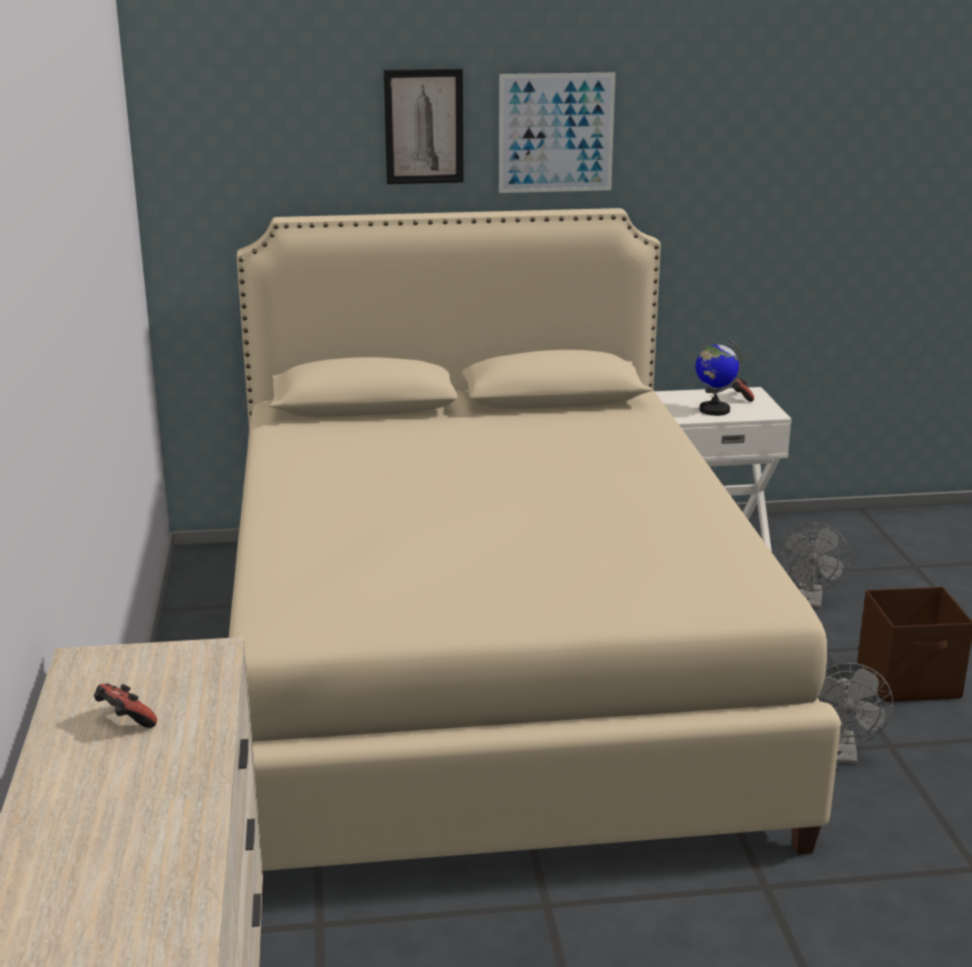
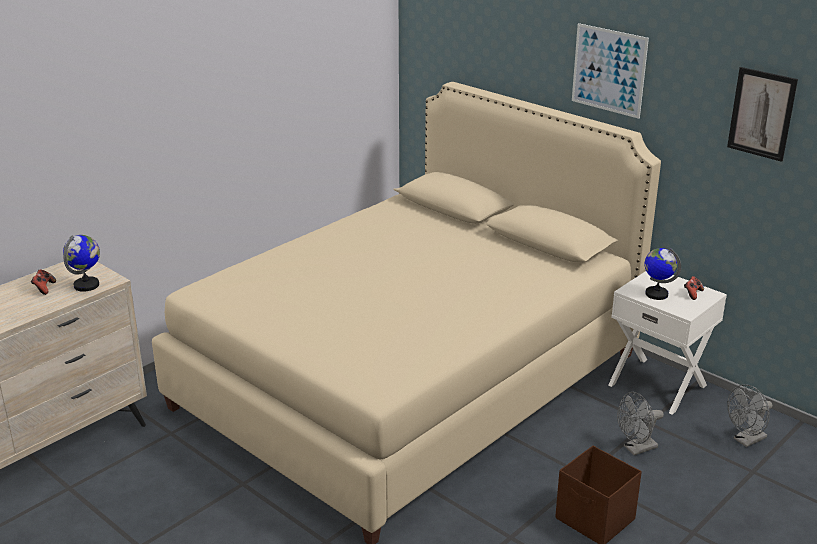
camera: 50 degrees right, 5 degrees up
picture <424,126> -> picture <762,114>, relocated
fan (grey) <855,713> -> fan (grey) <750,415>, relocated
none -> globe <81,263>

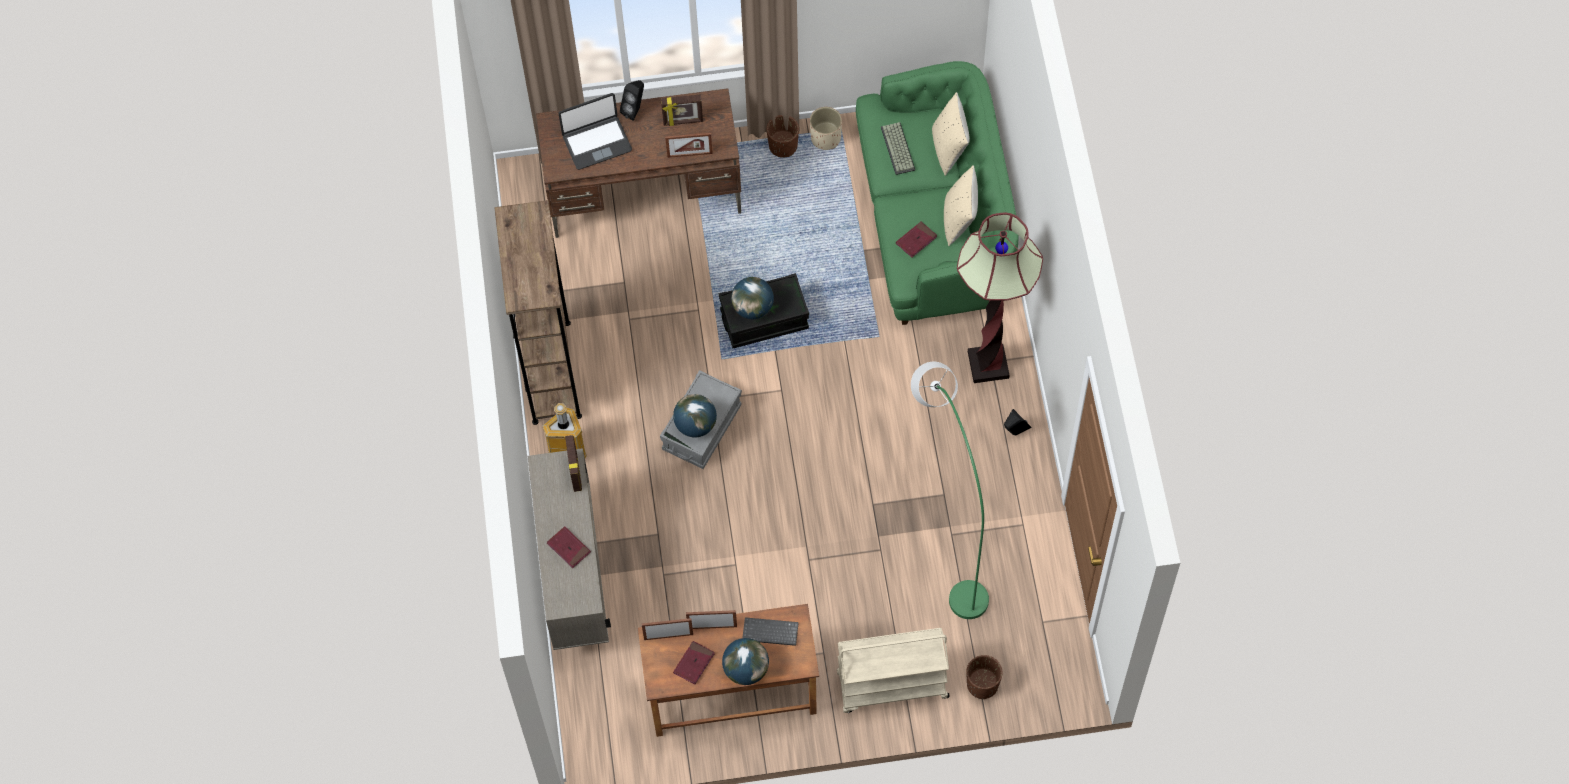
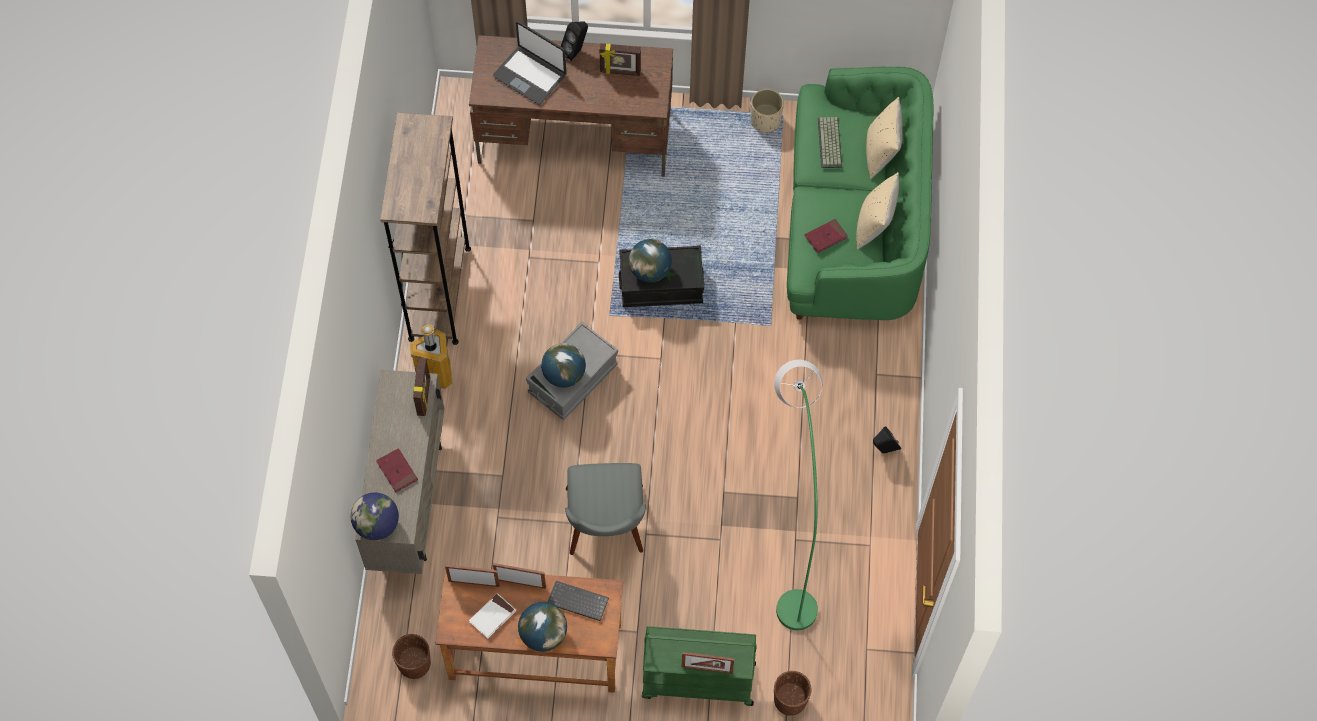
camera: 10 degrees right, 0 degrees up
laptop <595,131> -> laptop <529,63>, 45 degrees clockwise
planter (brown) <782,136> -> planter (brown) <411,656>, relocated
picture frame <689,145> -> picture frame <707,663>, relocated
floor lamp <1000,297> -> none
cart (beige) <893,670> -> cart (green) <699,666>
book (red) <694,662> -> book (white) <492,616>
none -> chair (grey) <605,509>
none -> globe <375,516>

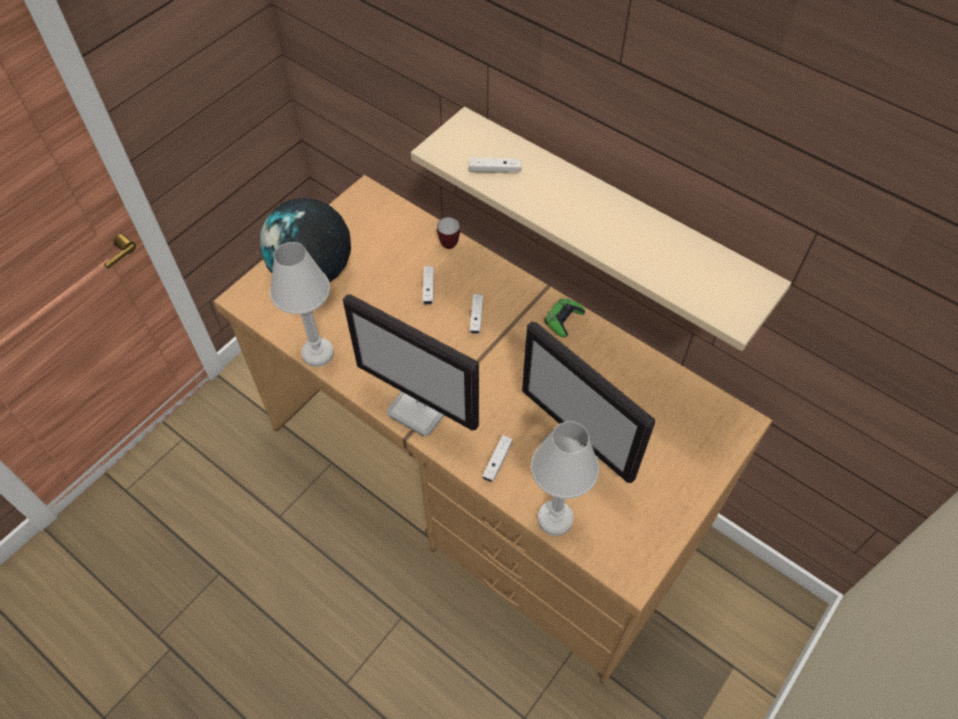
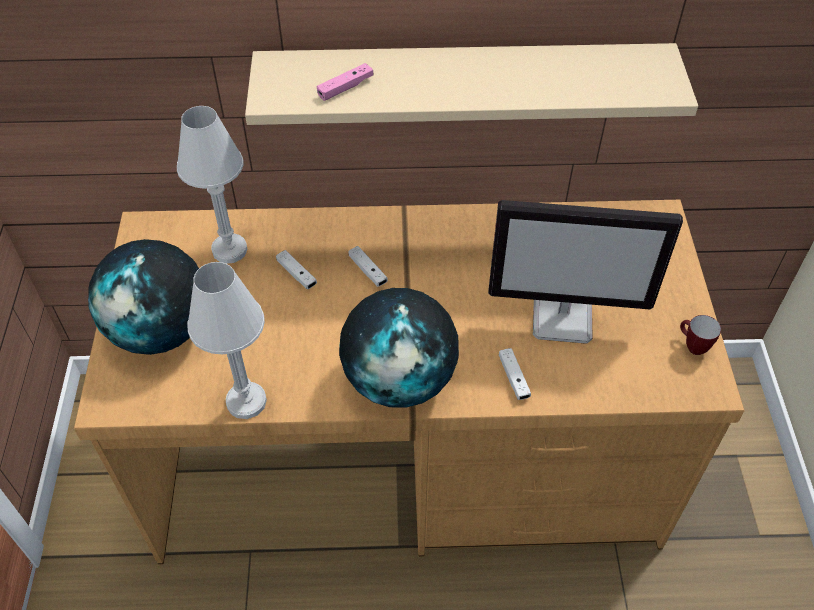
camera: 40 degrees left, 5 degrees down
game controller (white) <495,165> -> game controller (pink) <345,82>
mug <448,233> -> mug <700,335>, relocated
monitor <411,365> -> globe <399,348>
game controller (green) <565,318> -> none
table lamp (white) <565,478> -> table lamp (white) <212,185>, relocated

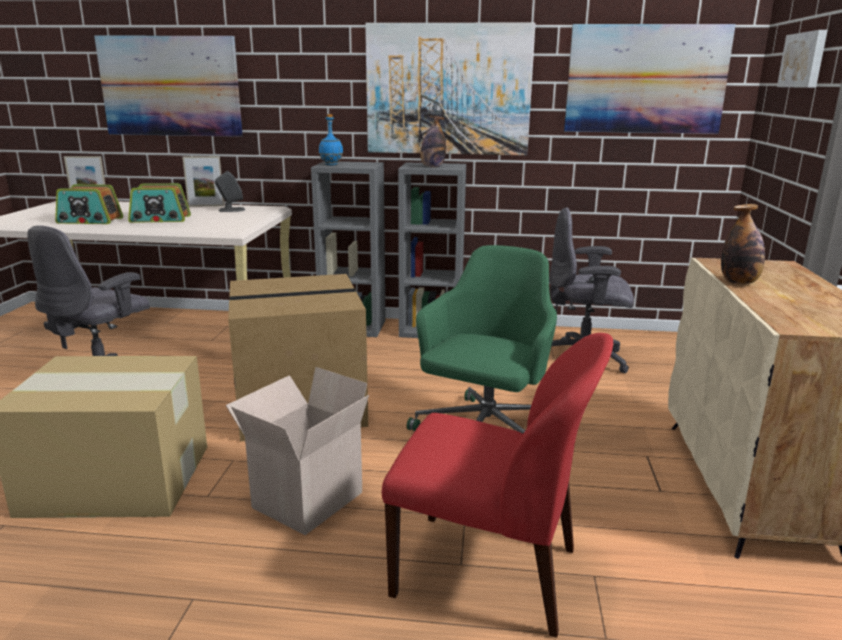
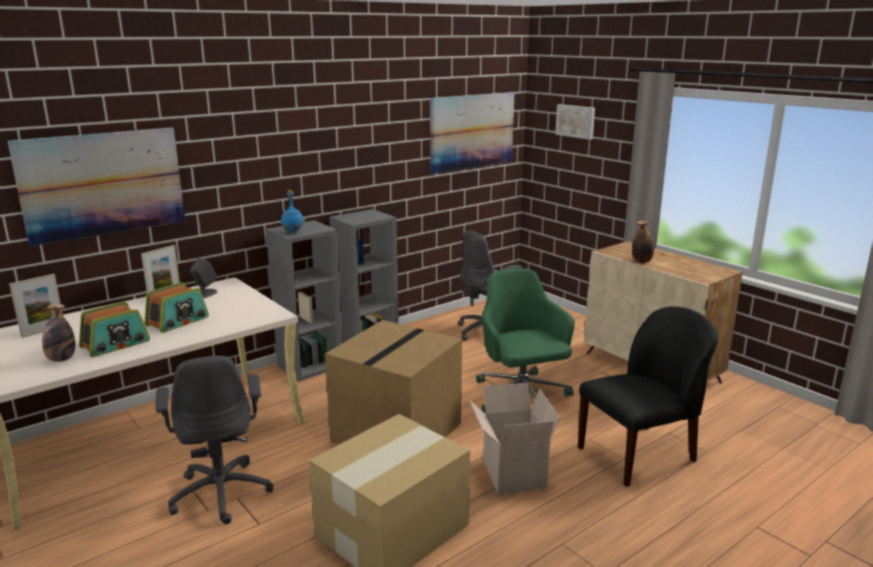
camera: 45 degrees left, 0 degrees up
picture <450,89> -> none
bottle <433,141> -> bottle <58,333>, relocated
chair (red) <497,485> -> chair (black) <648,396>

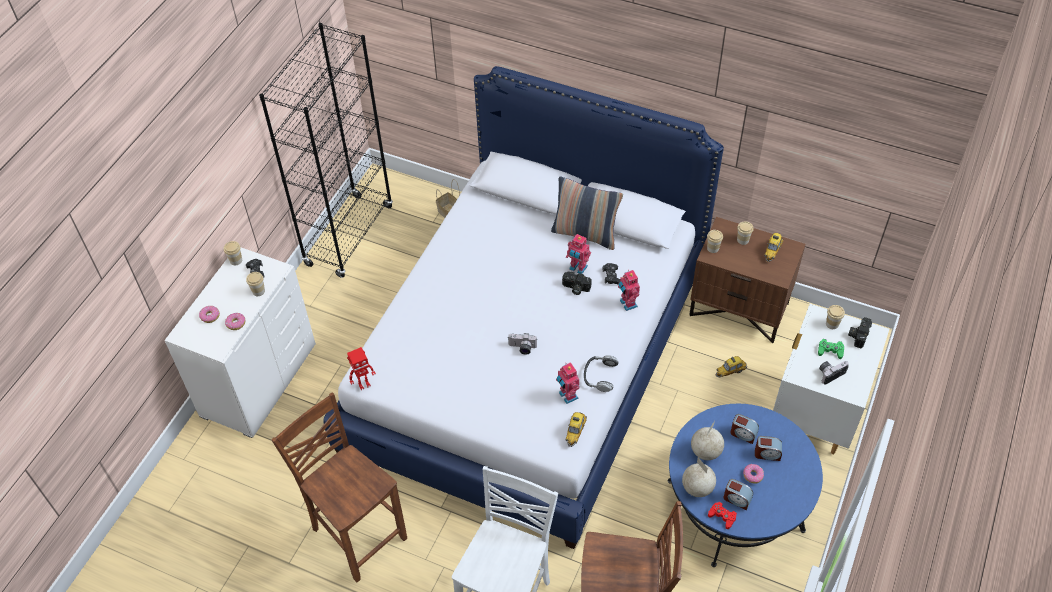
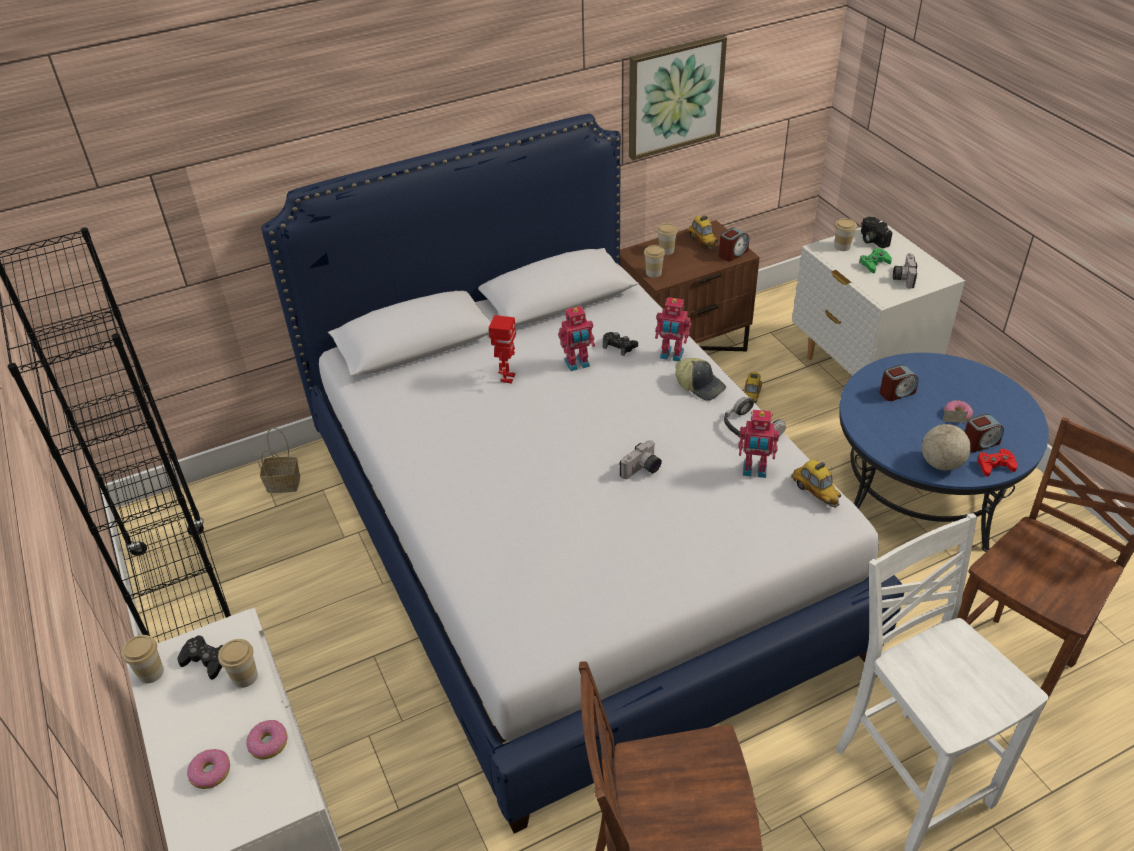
camera: 50 degrees left, 10 degrees down
pillow <587,213> -> none
photo camera <577,283> -> none
toy robot <361,368> -> toy robot <502,349>, relocated
globe <707,440> -> none
alarm clock <768,448> -> alarm clock <734,244>, relocated
none -> picture <678,97>
none -> cap <700,379>

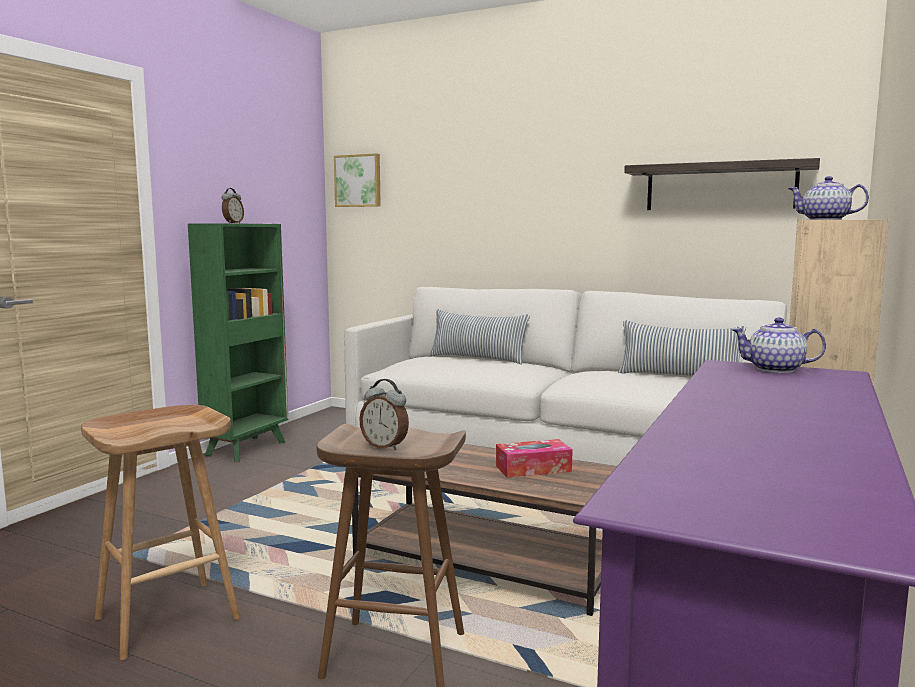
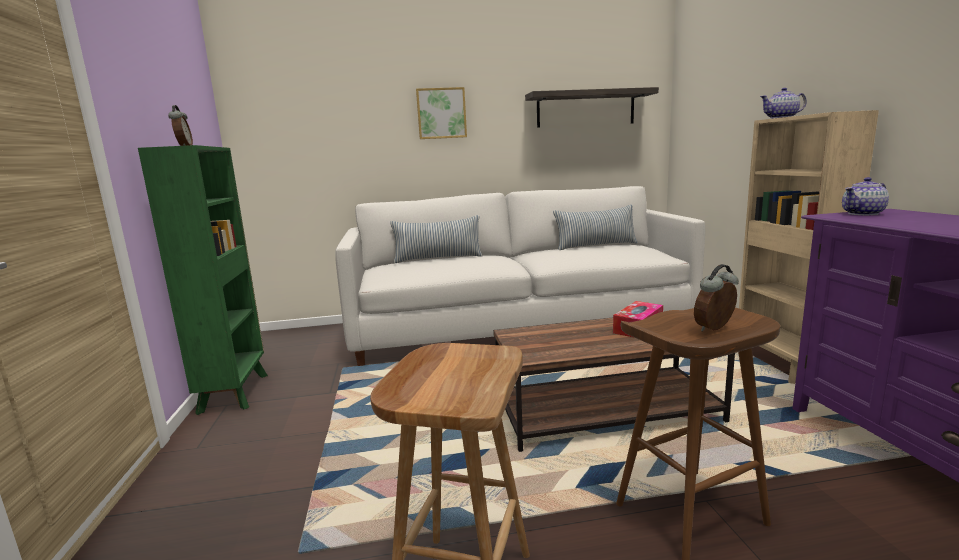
camera: 35 degrees left, 5 degrees up
picture <357,180> -> picture <441,113>, relocated
alarm clock <384,414> -> alarm clock <716,298>, 150 degrees clockwise

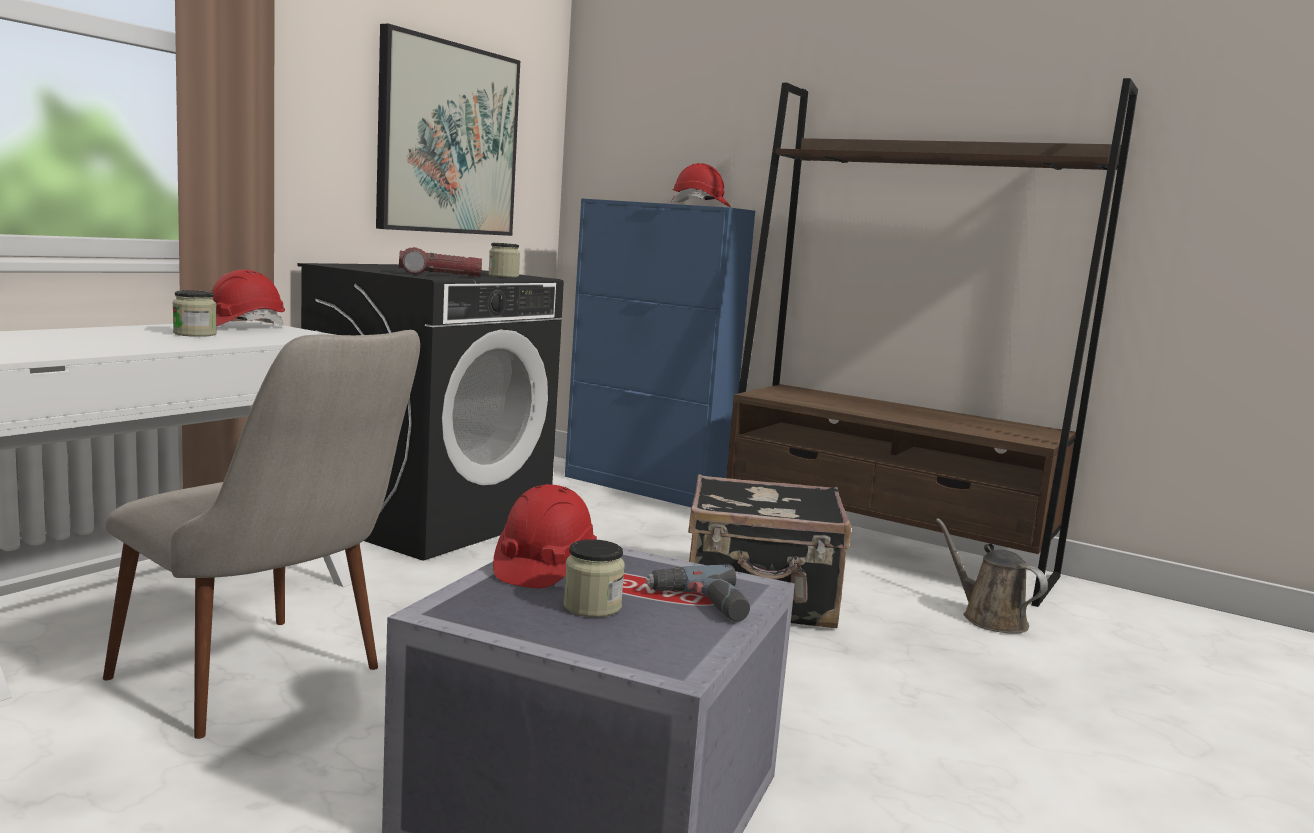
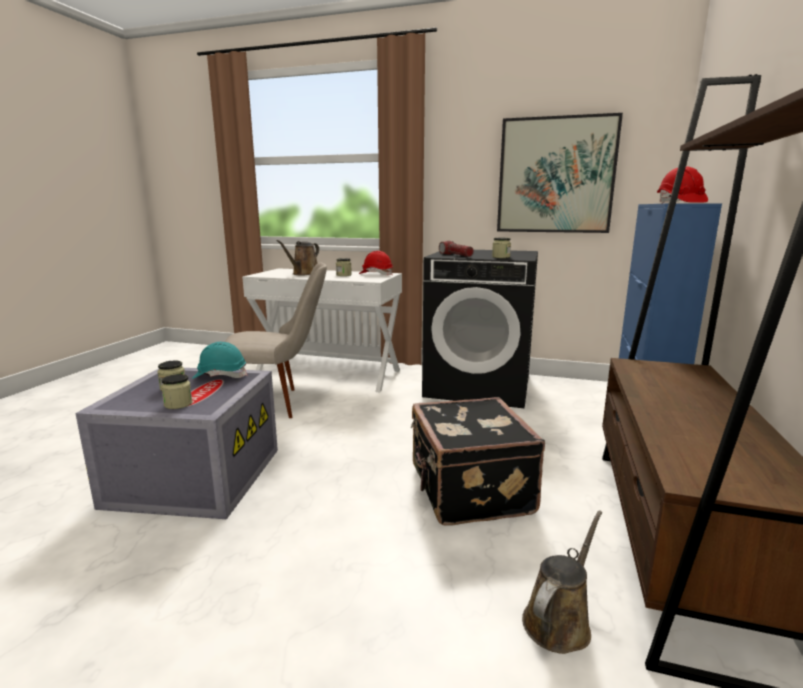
camera: 75 degrees right, 5 degrees up
chair (beige) <261,534> -> chair (beige) <276,340>, 120 degrees counterclockwise
hard hat (red) <545,536> -> hard hat (turquoise) <220,360>
power drill <697,593> -> jar <177,391>
none -> watering can (brown) <298,257>

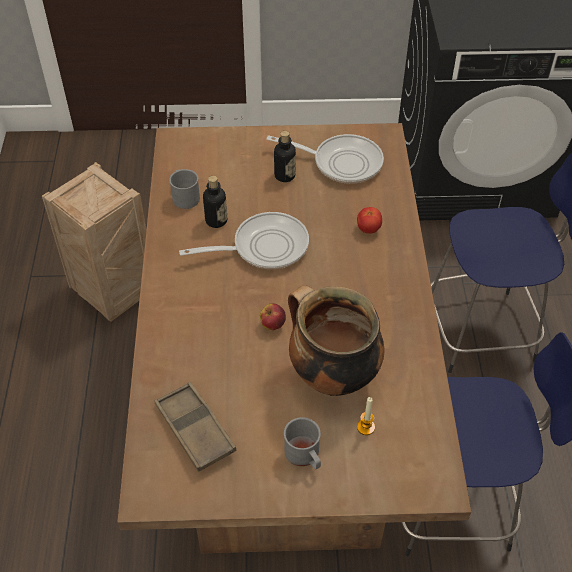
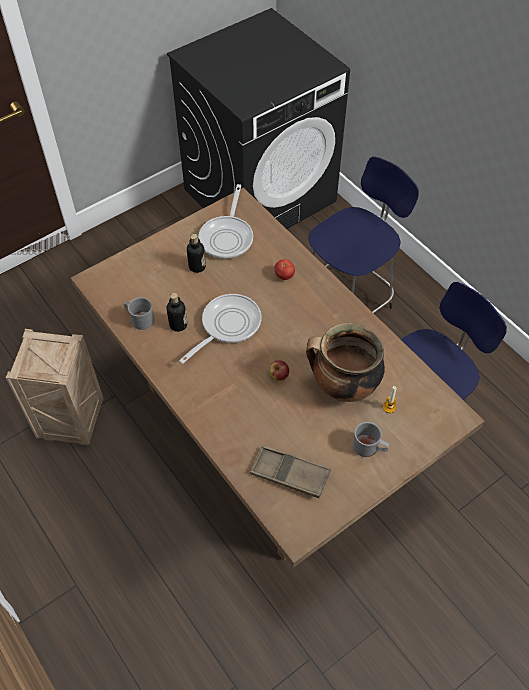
camera: 35 degrees left, 5 degrees up
frying pan <325,159> -> frying pan <225,221>, 120 degrees clockwise

